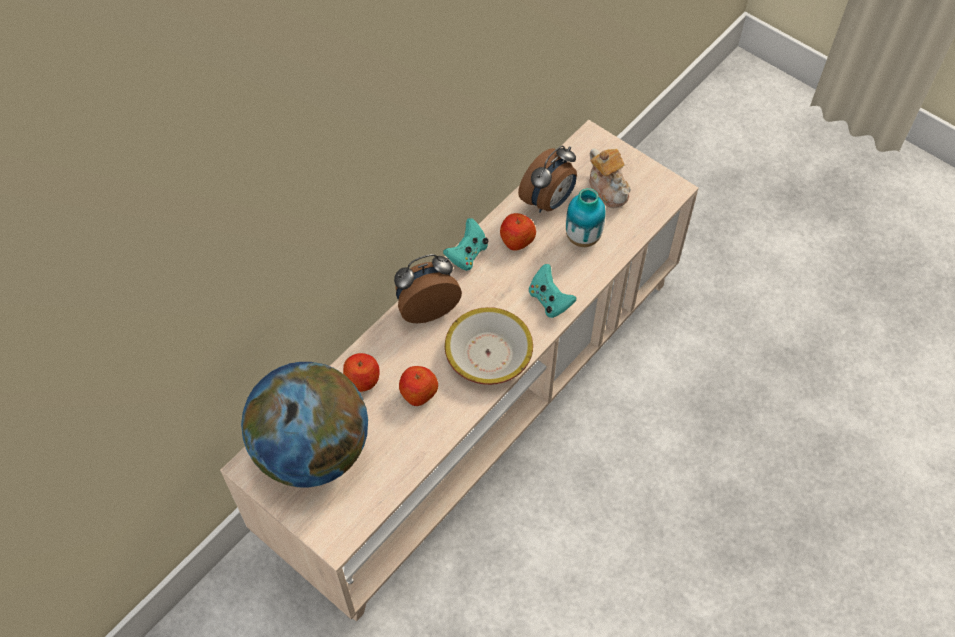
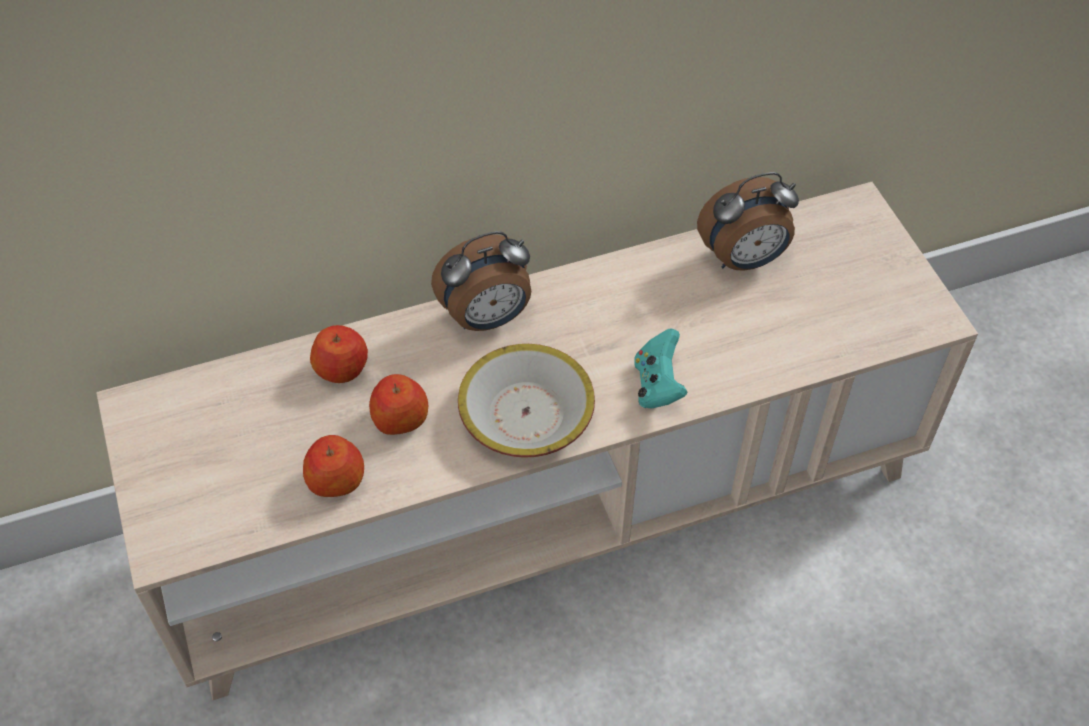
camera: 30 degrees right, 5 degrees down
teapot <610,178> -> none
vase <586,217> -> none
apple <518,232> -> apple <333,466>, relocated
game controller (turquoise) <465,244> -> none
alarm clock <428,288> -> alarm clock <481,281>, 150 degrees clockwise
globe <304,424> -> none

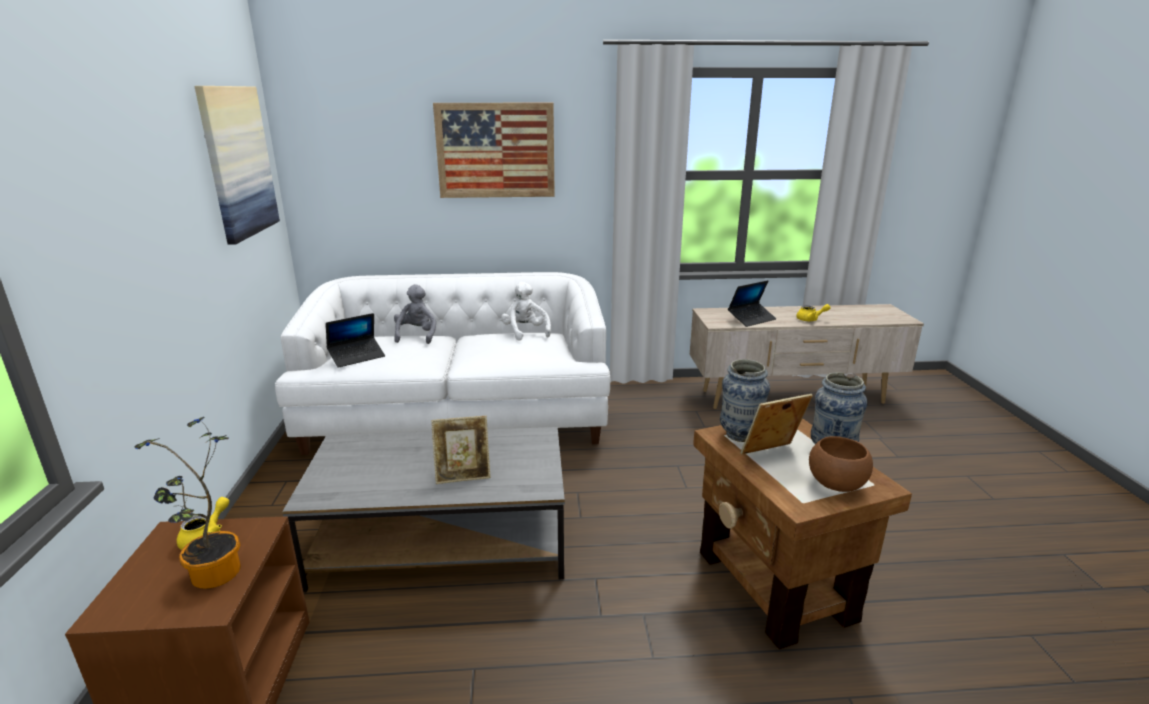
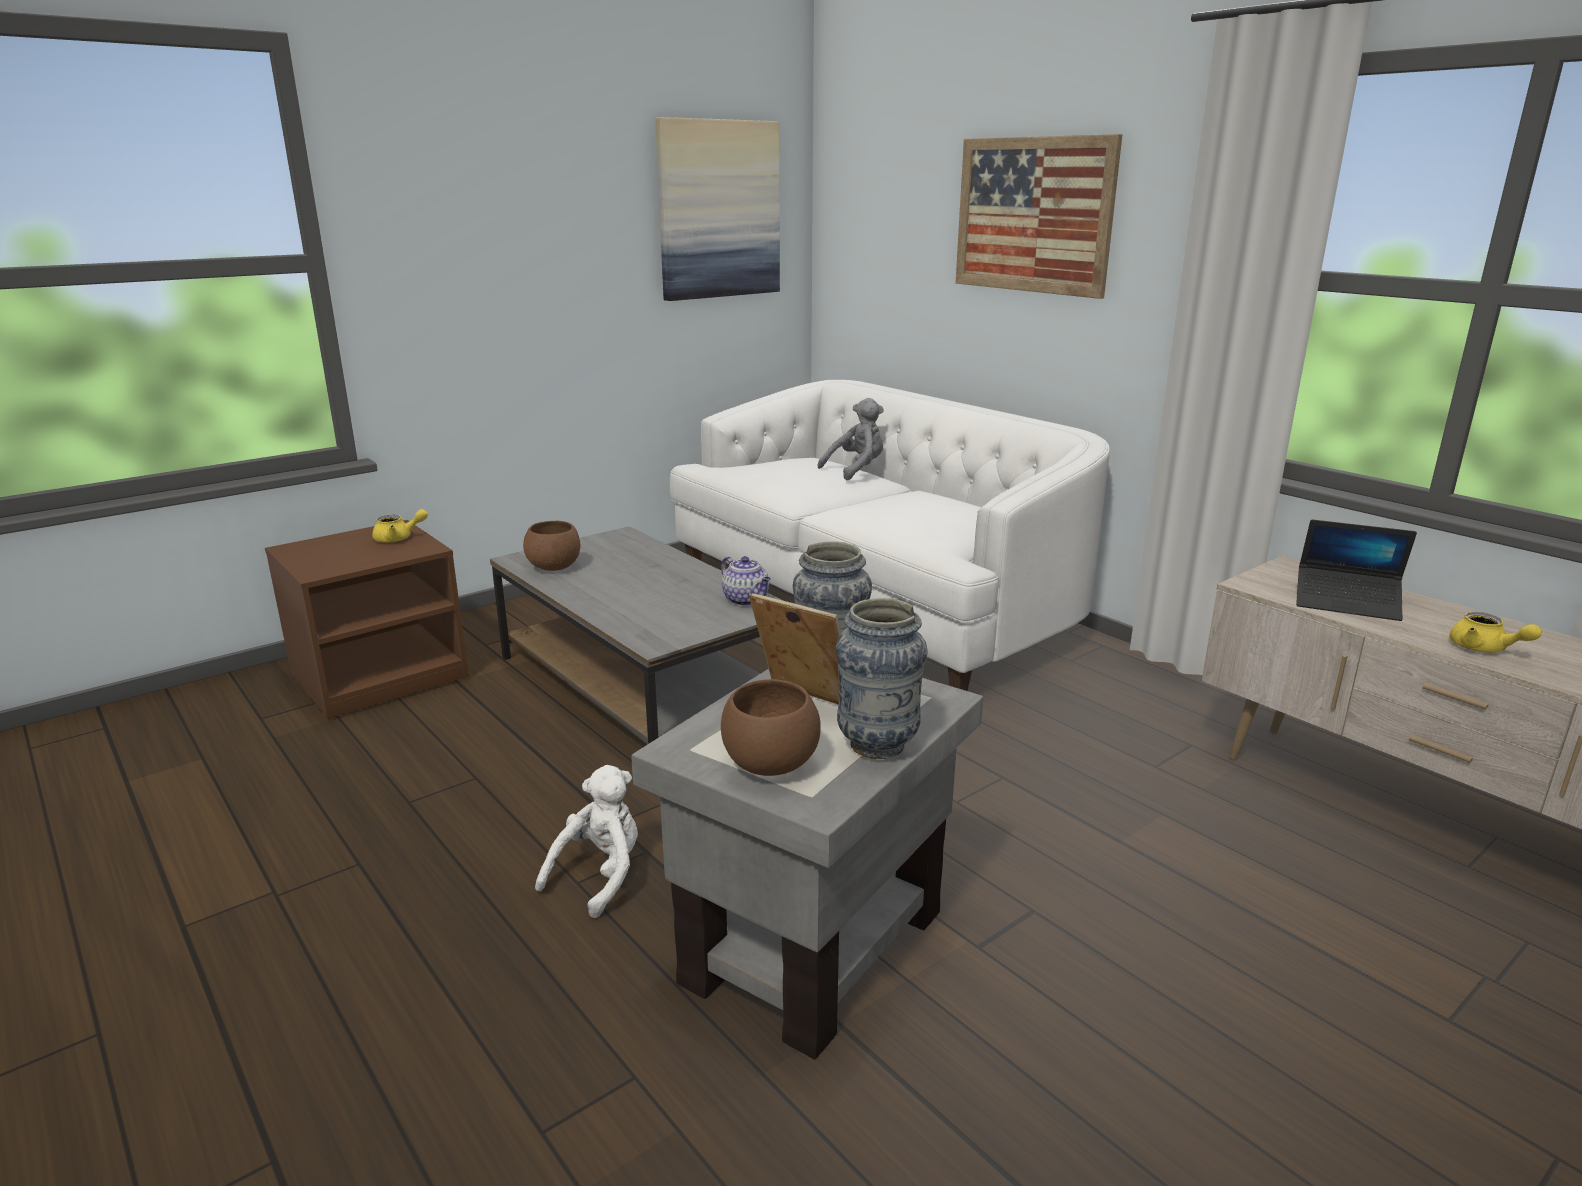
camera: 55 degrees right, 0 degrees up
plush toy (white) <526,311> -> plush toy (white) <586,841>, relocated
laptop <355,340> -> none
picture frame <461,450> -> none
potted plant <187,503> -> none
side table (brown) <802,533> -> side table (grey) <807,864>
none -> bowl (brown) <551,546>
none -> teapot <746,581>

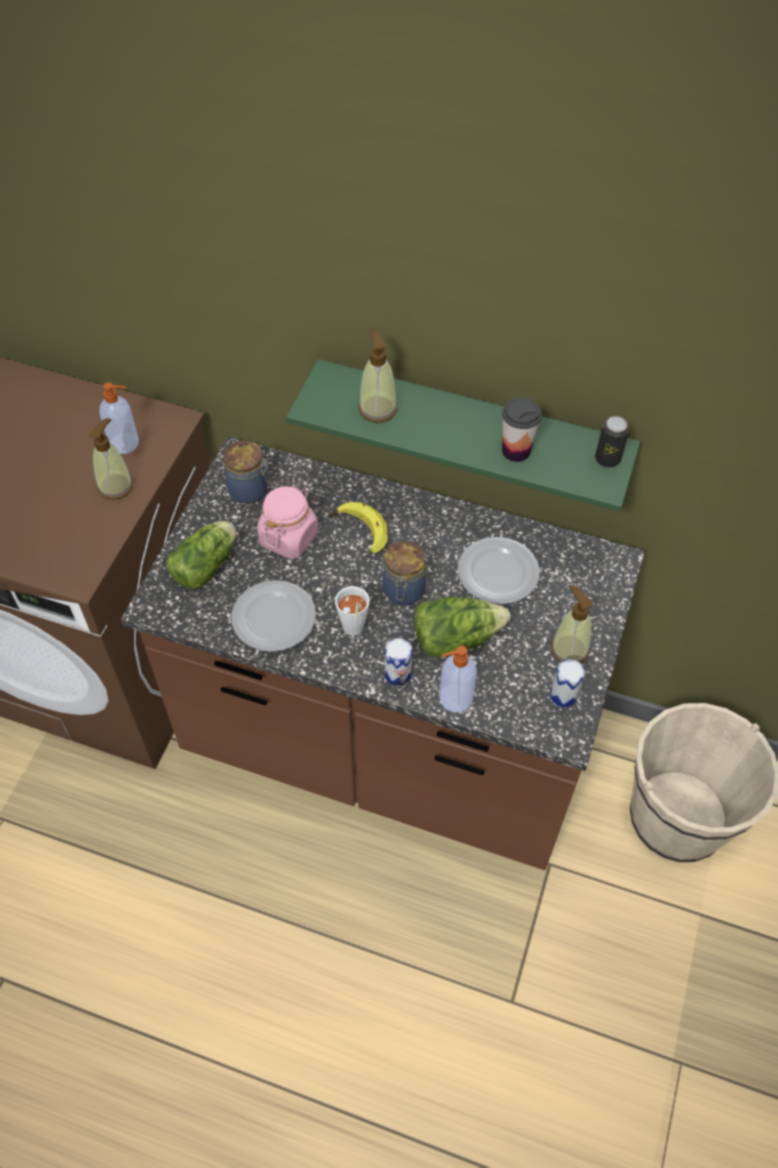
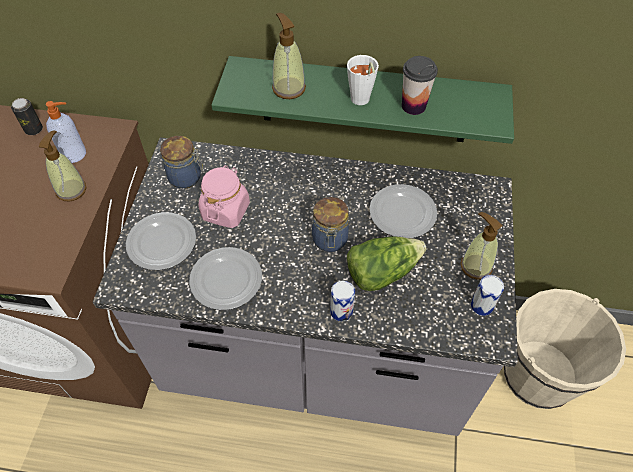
camera: 10 degrees left, 0 degrees up
can <612,442> -> can <27,116>, relocated
counter (brown) <383,653> -> counter (grey) <305,287>
banana <357,528> -> none
lettuce <201,555> -> plate <161,241>
cup (white) <352,611> -> cup (white) <363,80>, relocated
soap dispenser <458,679> -> none

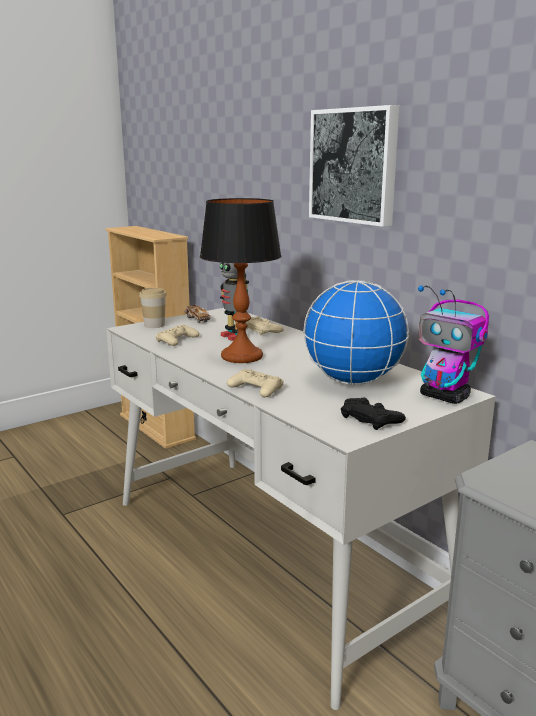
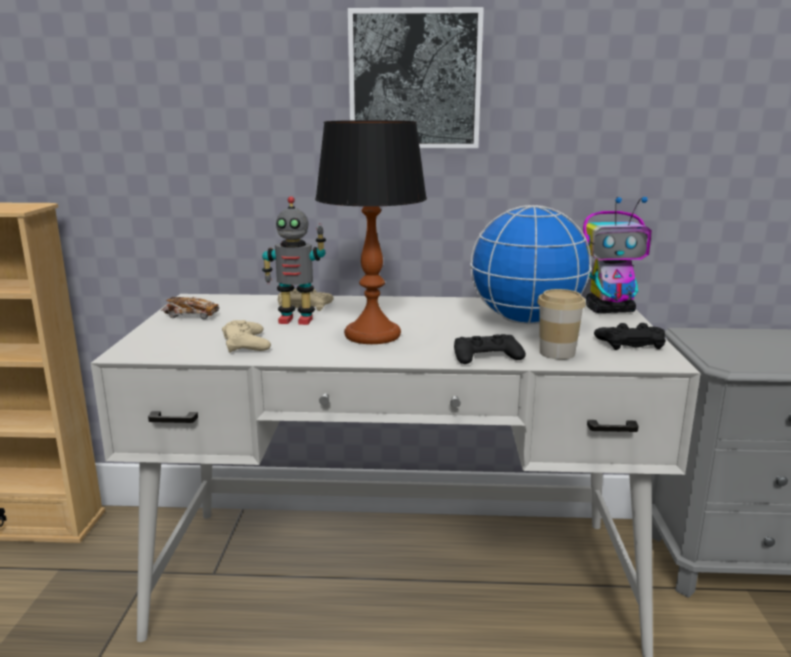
camera: 50 degrees left, 0 degrees up
cup <153,308> -> cup <561,324>, relocated
game controller (beige) <255,383> -> game controller (black) <490,349>

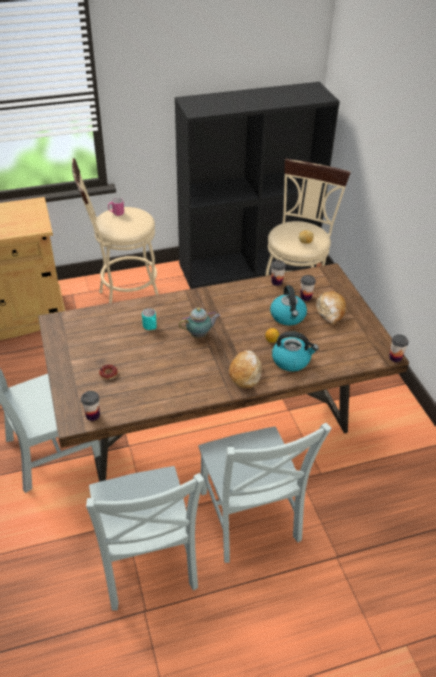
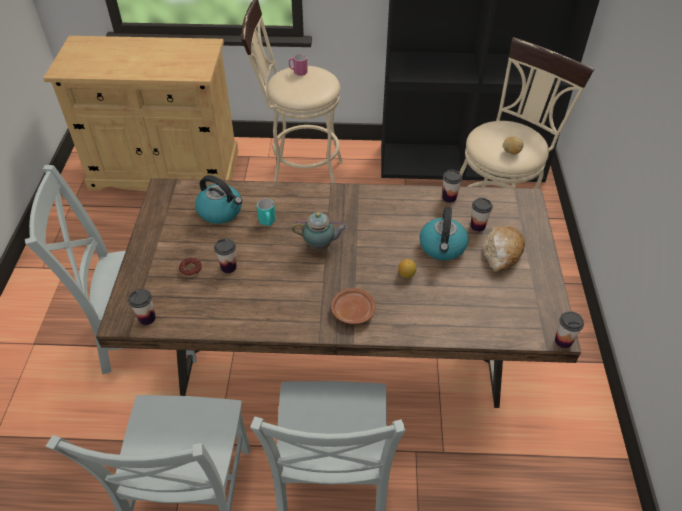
camera: 20 degrees right, 5 degrees up
kettle <295,351> -> kettle <218,199>, relocated
bread <245,369> -> plate (brown) <353,306>
none -> cup <225,255>

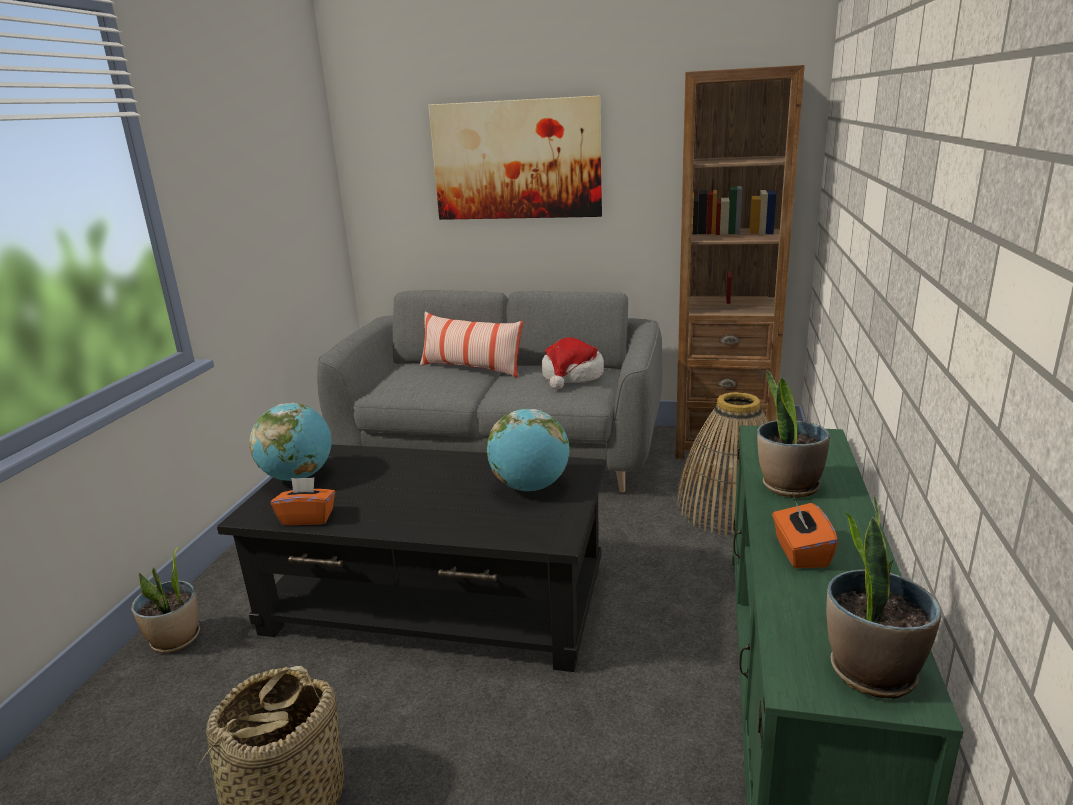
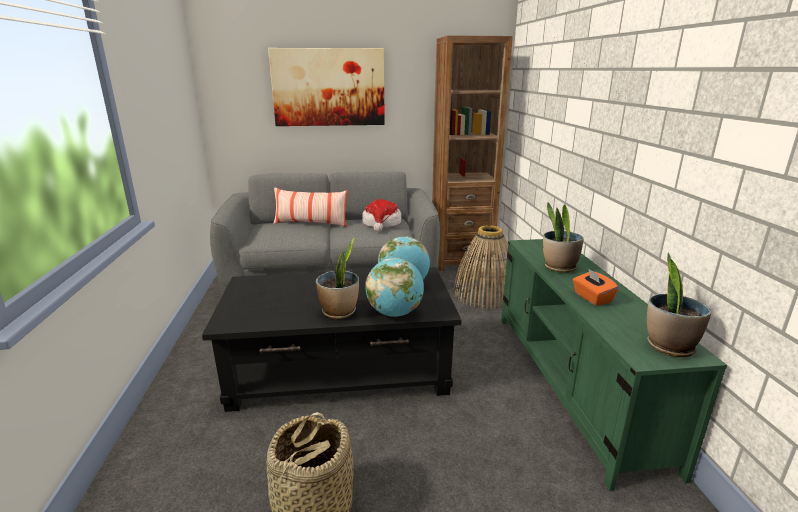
camera: 20 degrees left, 0 degrees up
globe <290,442> -> globe <394,287>, relocated
tissue box (orange) <303,502> -> none
potted plant <165,600> -> potted plant <337,278>, relocated

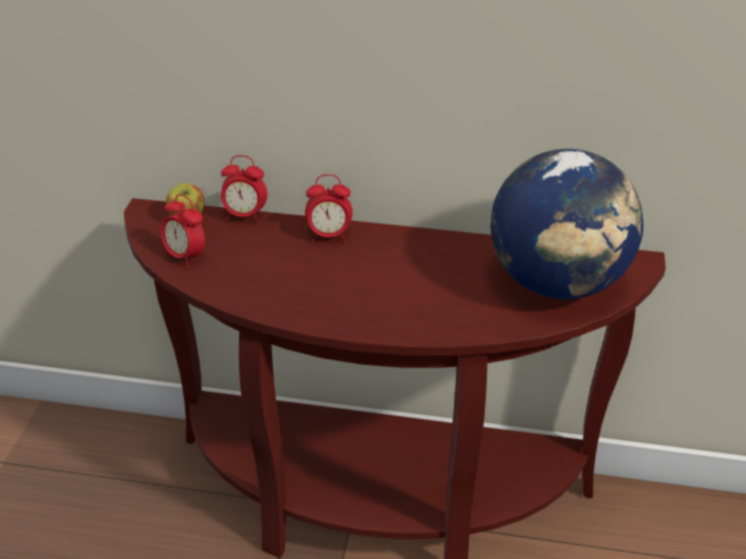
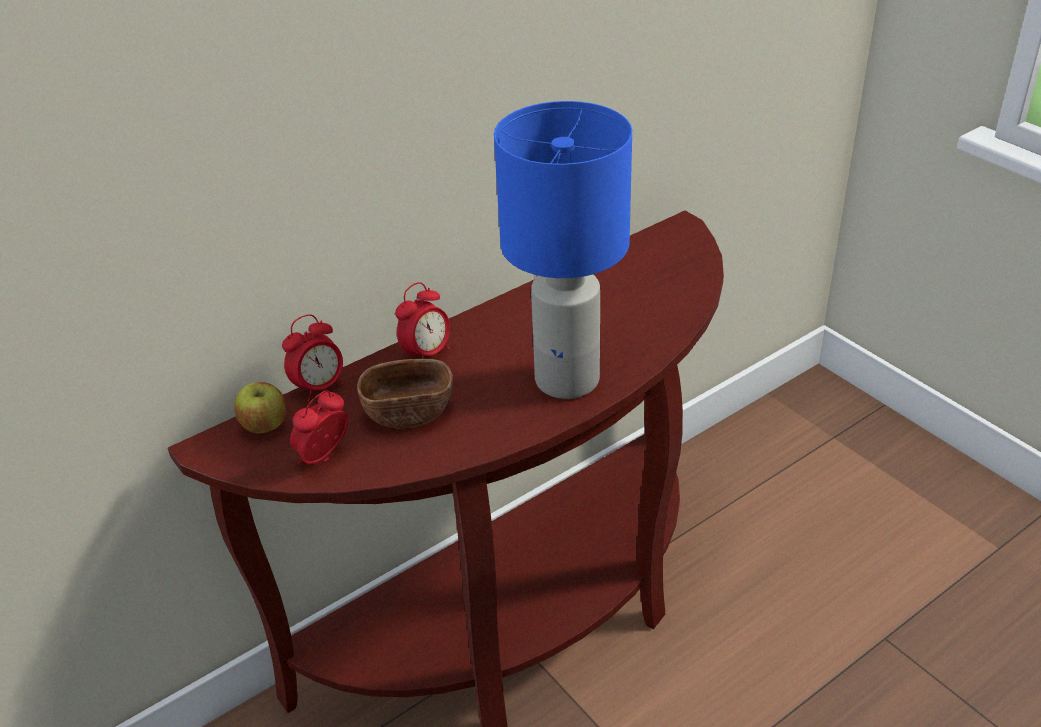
camera: 45 degrees left, 0 degrees up
globe <566,224> -> none
alarm clock <183,231> -> alarm clock <319,427>, 135 degrees clockwise
none -> table lamp (blue) <563,250>
none -> bowl (brown) <405,394>

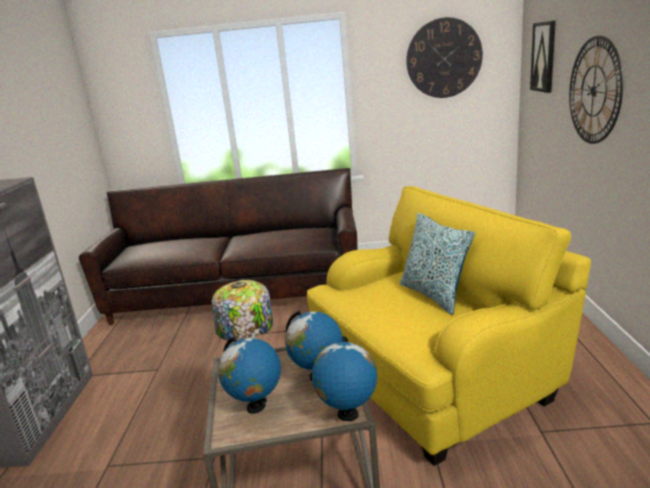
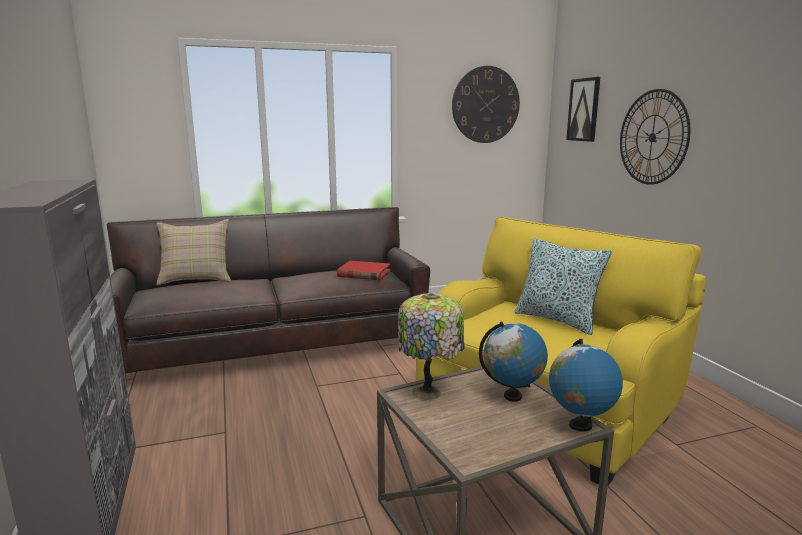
camera: 20 degrees left, 5 degrees down
globe <249,375> -> none
none -> pillow (beige) <194,252>
none -> book (red) <363,270>

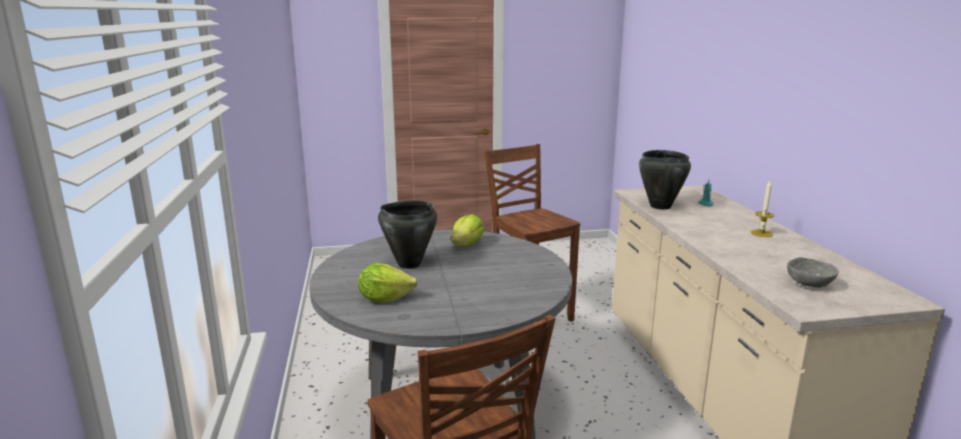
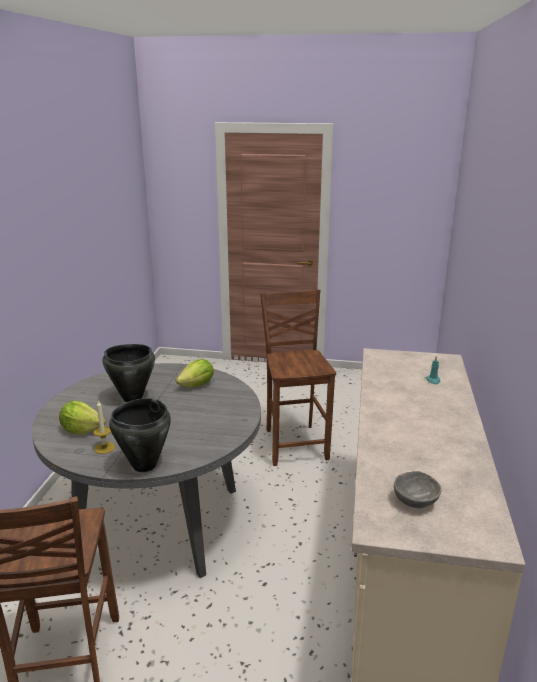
camera: 20 degrees right, 5 degrees up
cooking pot (black) <665,180> -> cooking pot (black) <140,435>, relocated
candle <762,209> -> candle <104,427>, relocated

